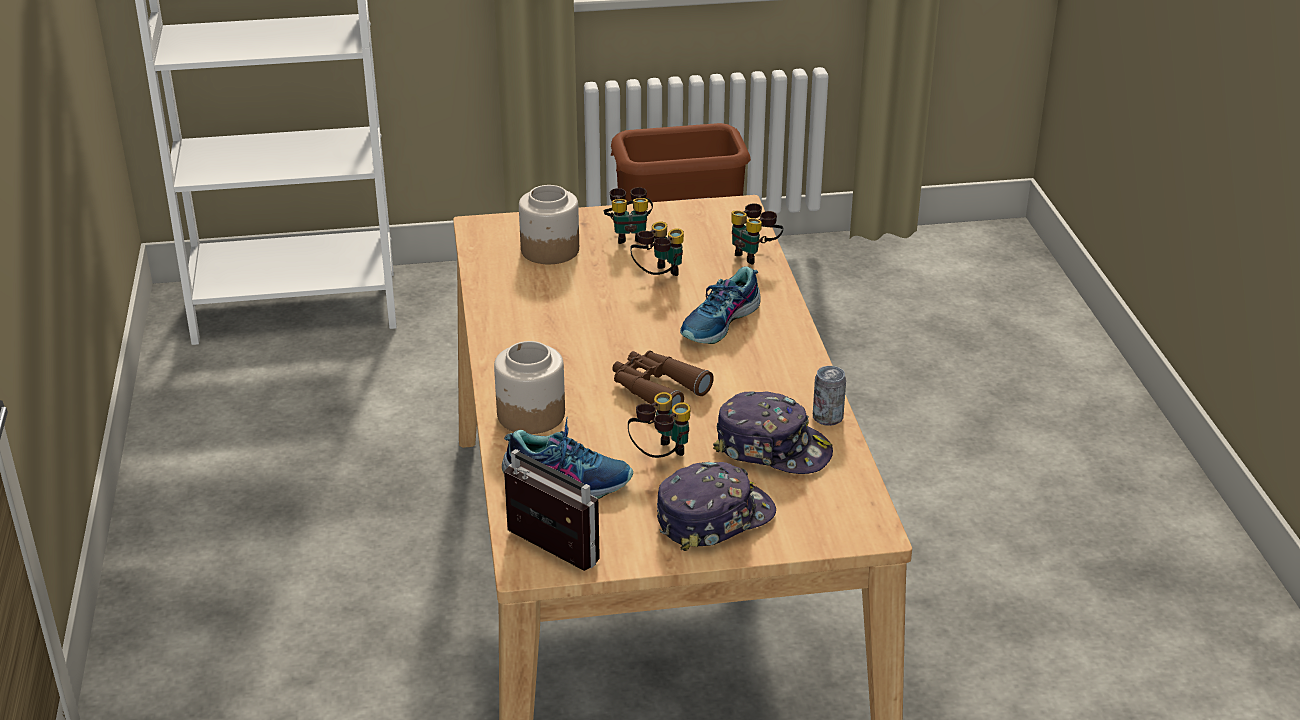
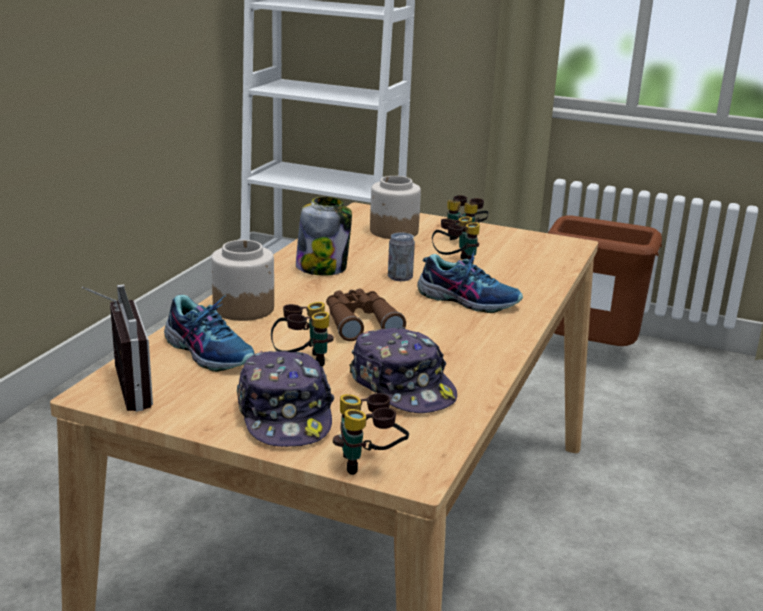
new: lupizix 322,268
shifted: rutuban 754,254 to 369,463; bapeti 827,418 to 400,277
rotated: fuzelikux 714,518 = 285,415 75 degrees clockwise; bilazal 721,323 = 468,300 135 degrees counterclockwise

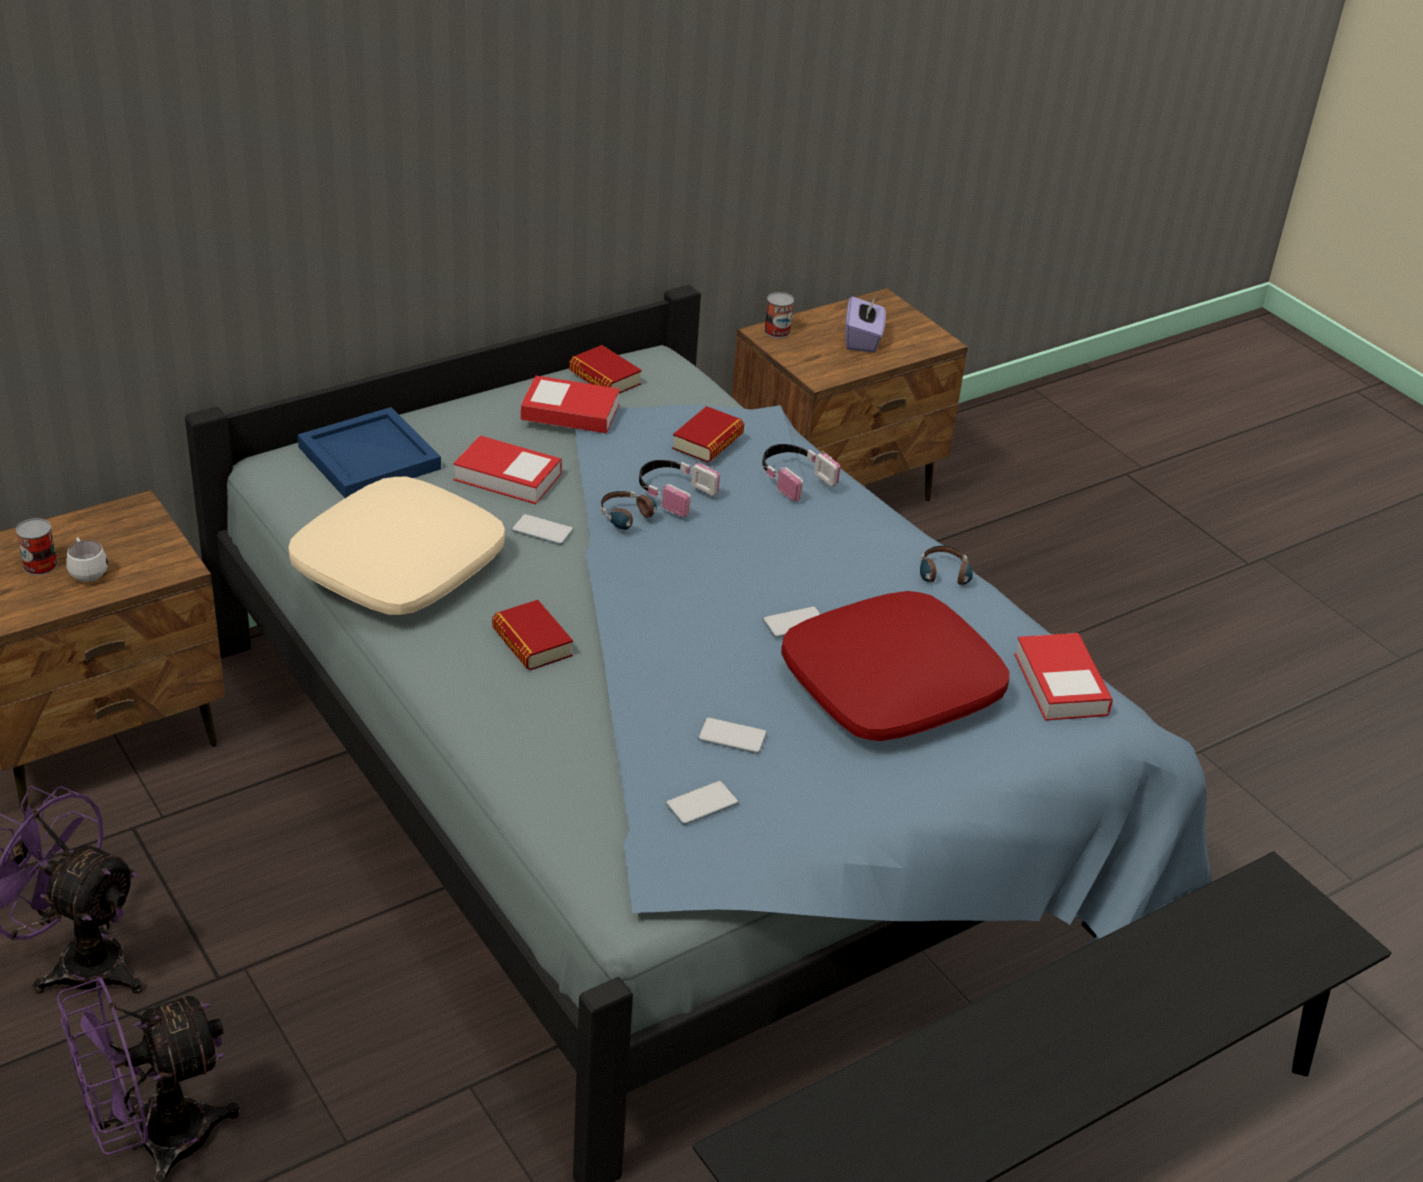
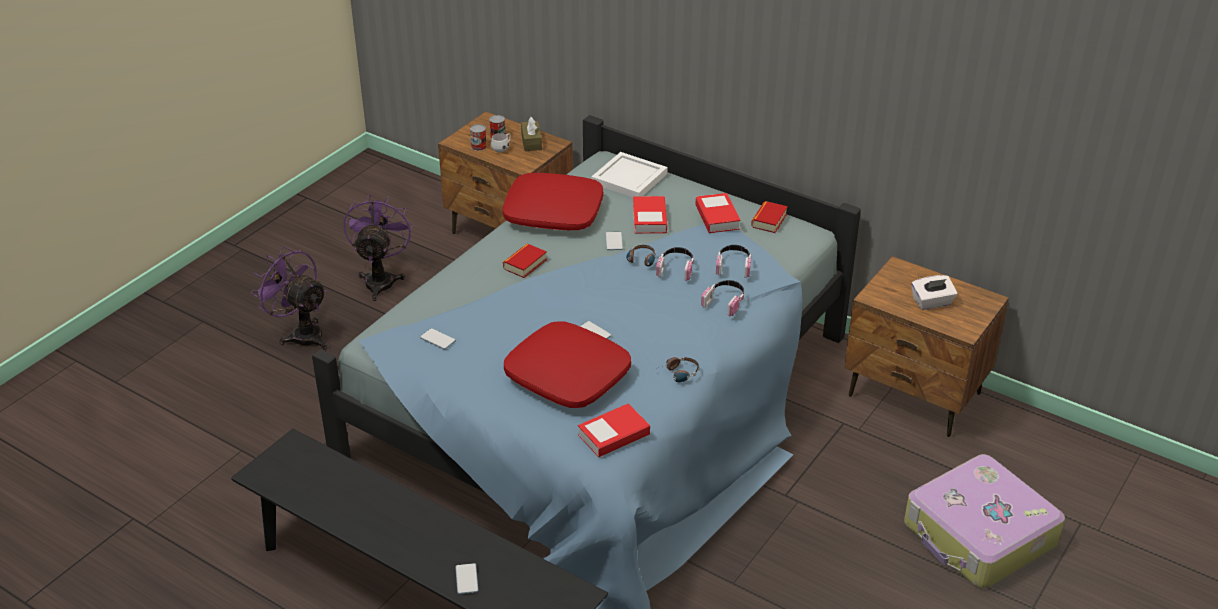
new: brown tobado 531,142; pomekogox 979,536
shifted: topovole 732,737 to 466,579; bapeti 777,331 to 479,146
swapped: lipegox 707,441 to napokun 733,265
repainted: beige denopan 398,565 to red denopan 554,212; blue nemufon 371,458 to white nemufon 629,179; purple tobado 862,340 to white tobado 932,302

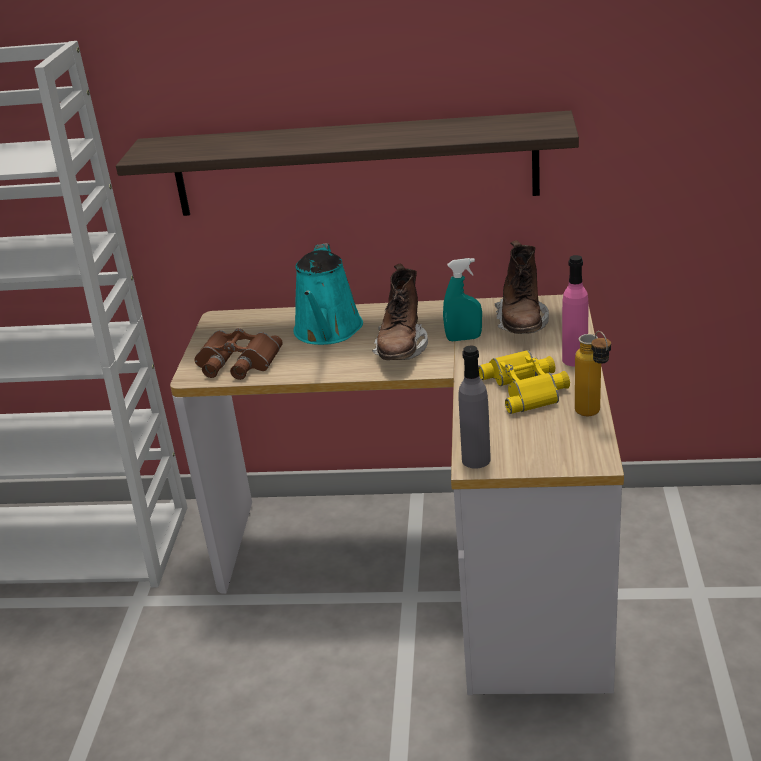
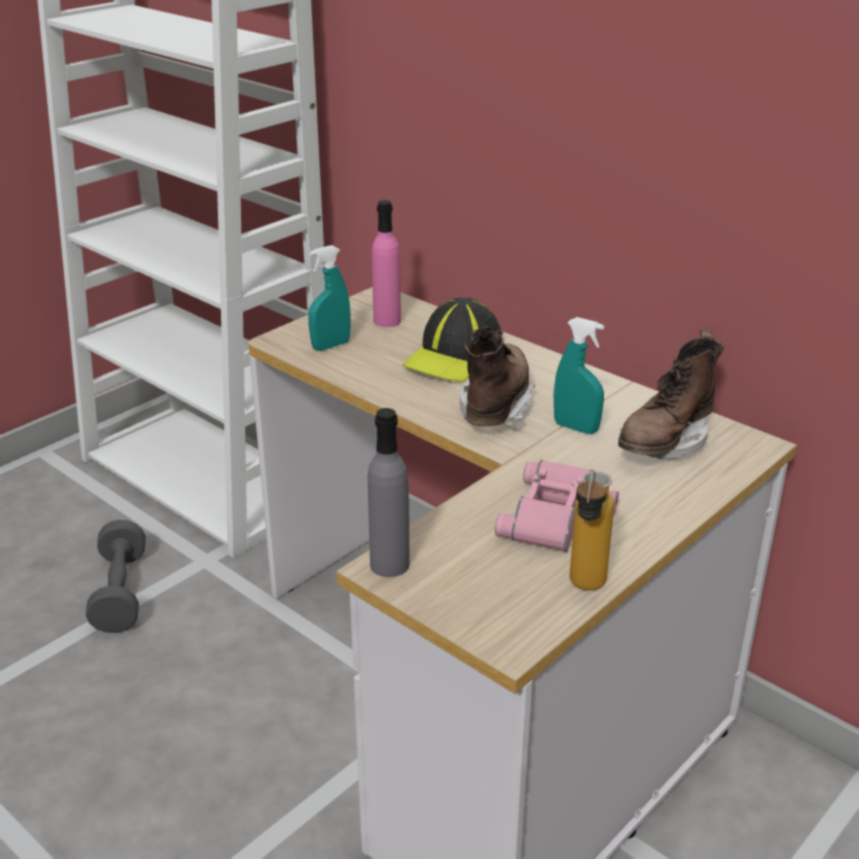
gone: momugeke 354,165
new: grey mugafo 120,593
shifted: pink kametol 574,360 to 387,321
swapped: brown rutuban 236,362 to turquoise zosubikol 330,346; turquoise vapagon 327,331 to fuzelikux 454,355
repainted: yellow rutuban 527,388 to pink rutuban 560,517
rotated: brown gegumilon 401,349 = 496,407 150 degrees clockwise

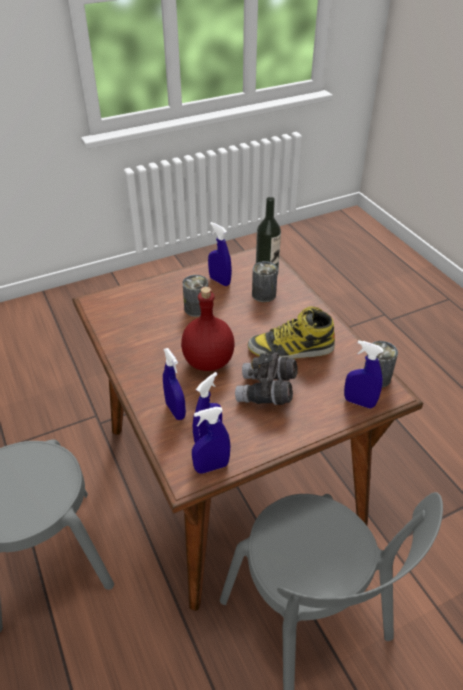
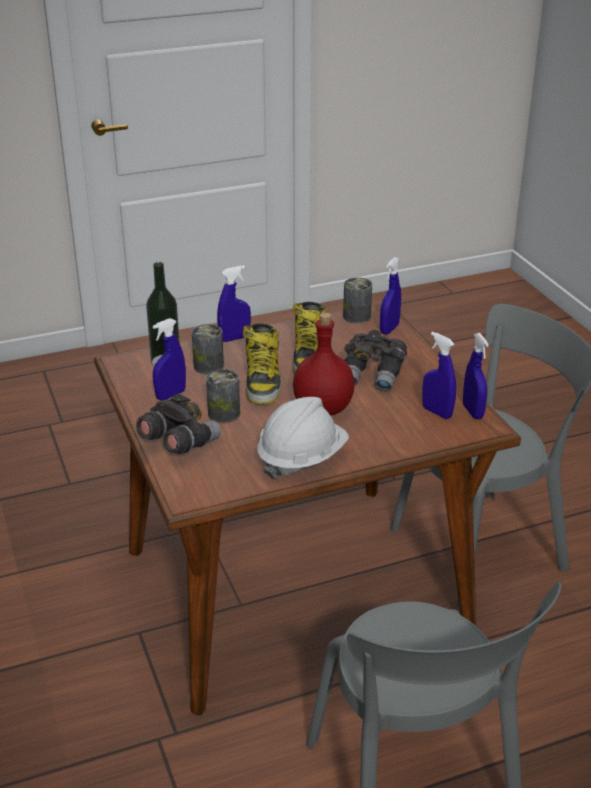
new: grey rutuban 179,443; gegumilon 262,381; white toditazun 301,458
shifted: blue zosubikol 175,410 to 234,338

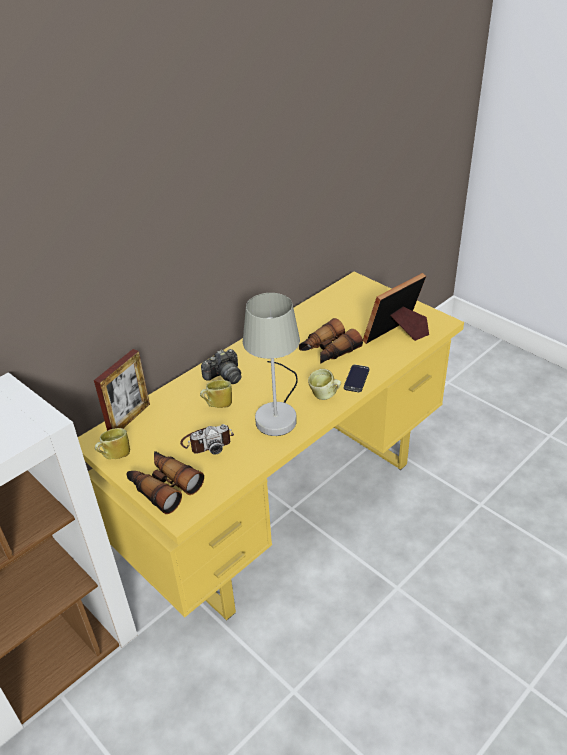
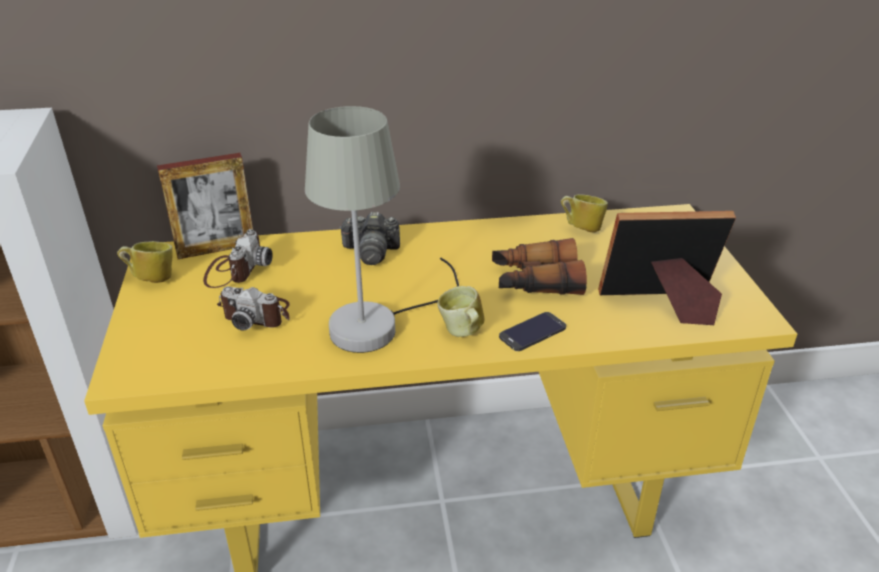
gone: rutuban 164,486
new: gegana 235,270
shifted: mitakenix 217,405 to 581,228

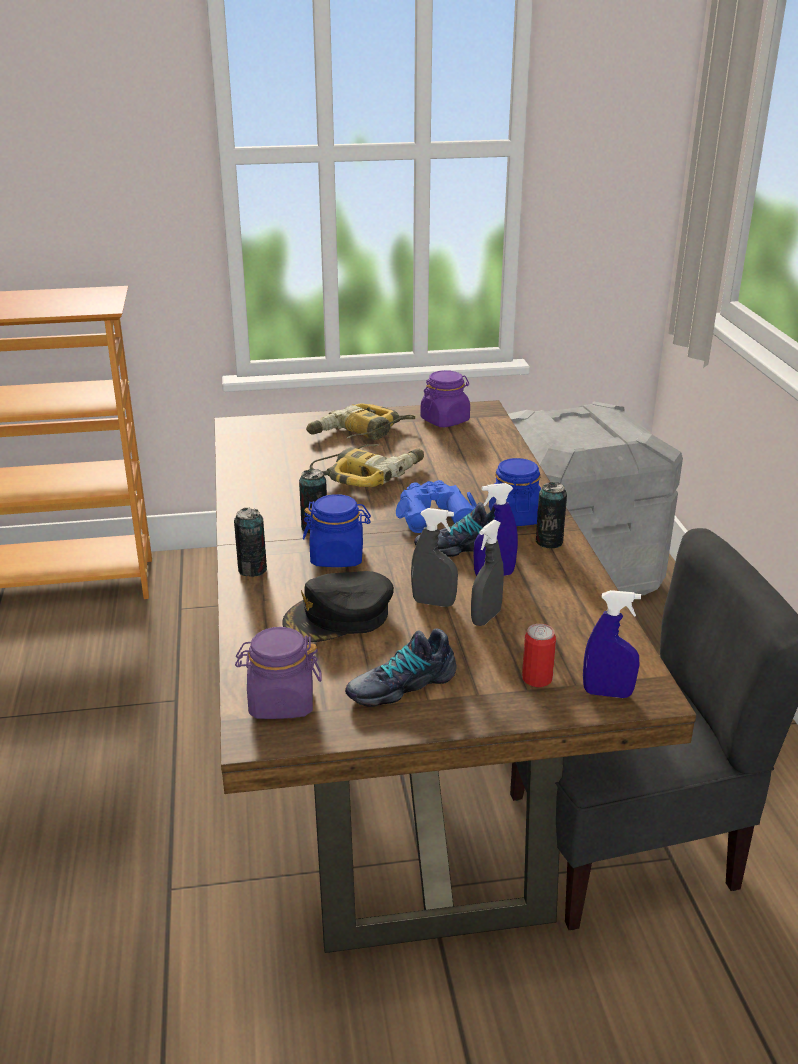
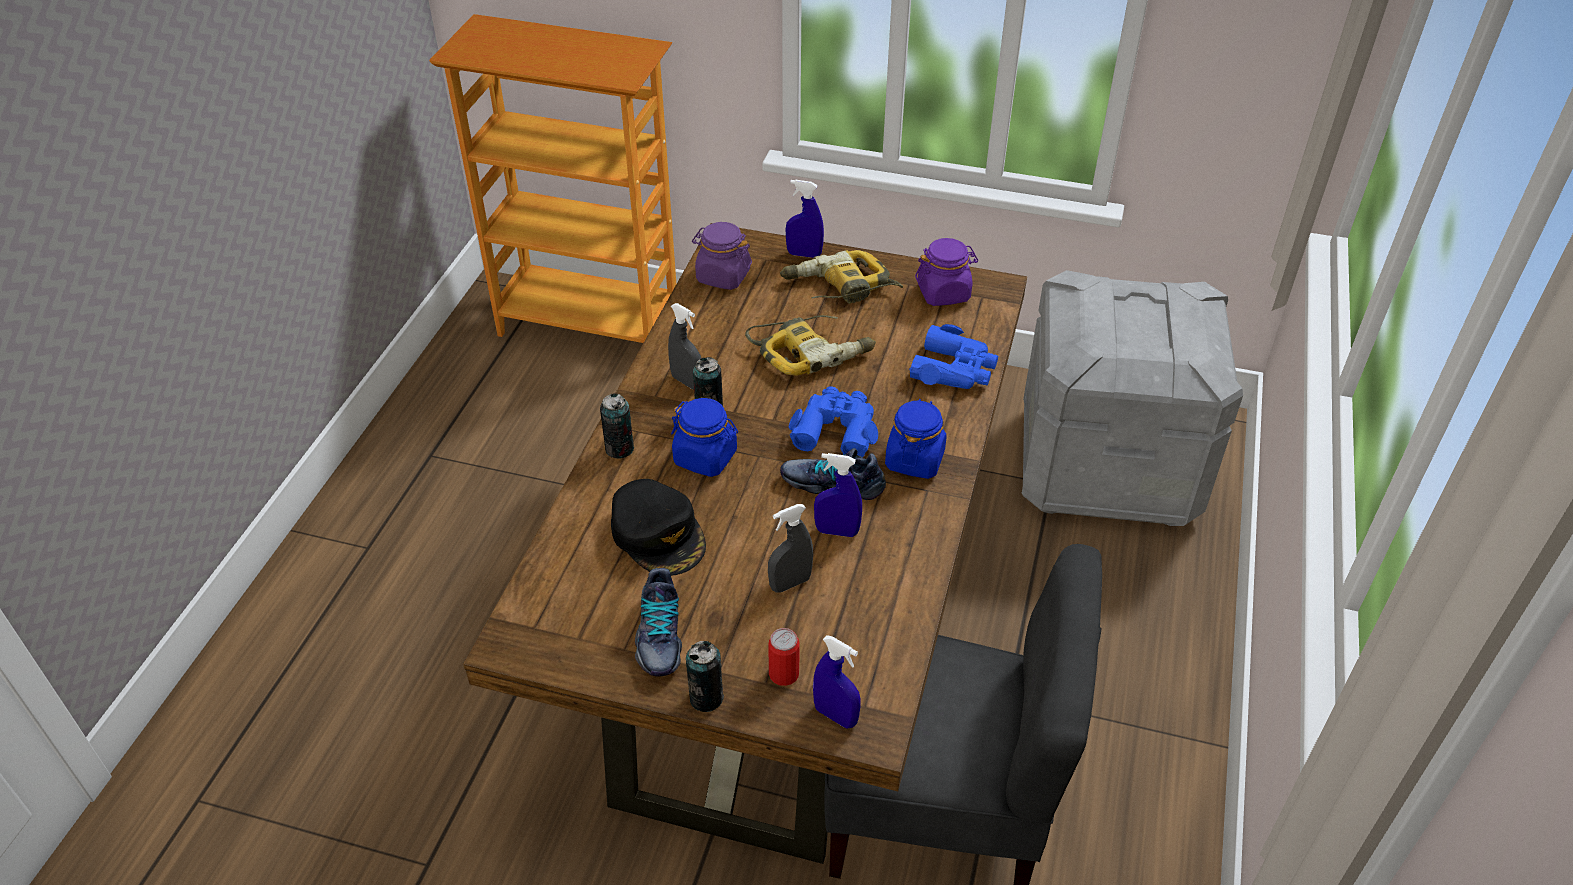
new: blue zosubikol 804,254; blue rutuban 954,369
shifted: purple lupizix 281,702 to 722,276; grey zosubikol 433,603 to 687,381; bapeti 549,542 to 706,698
rotated: black fuzelikux 339,616 = 659,534 120 degrees counterclockwise; bilazal 400,685 = 658,635 90 degrees counterclockwise

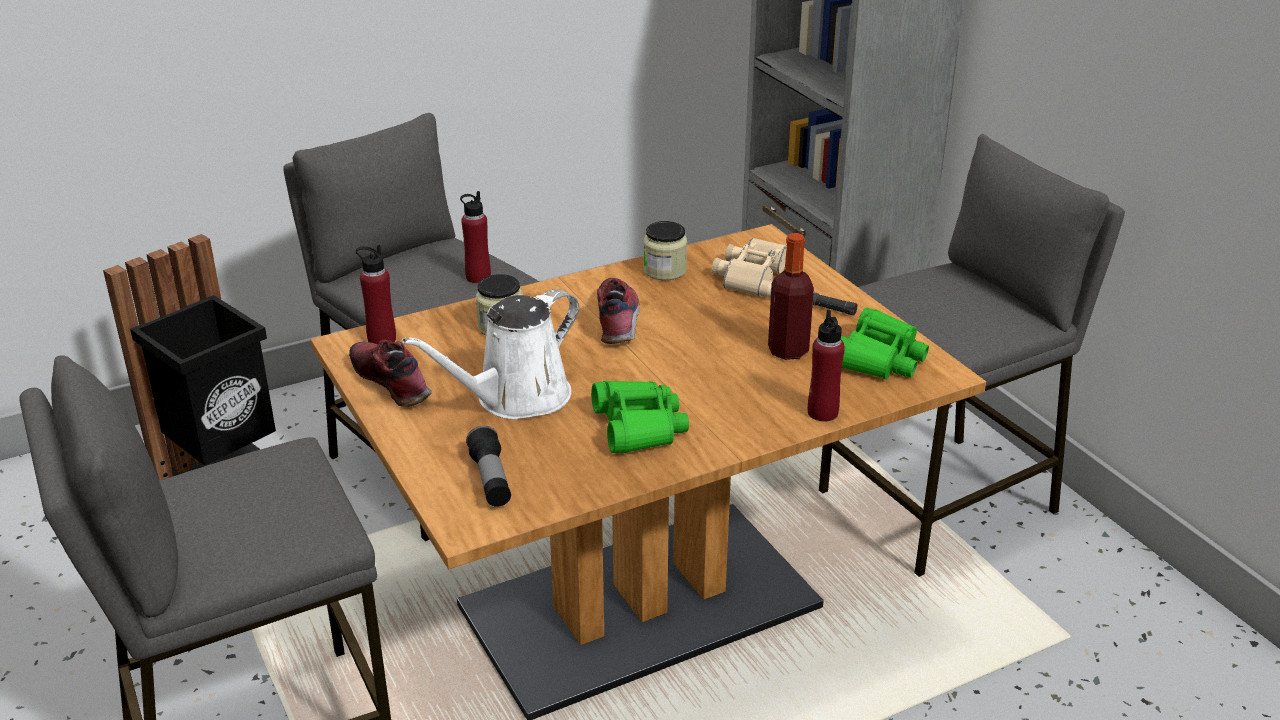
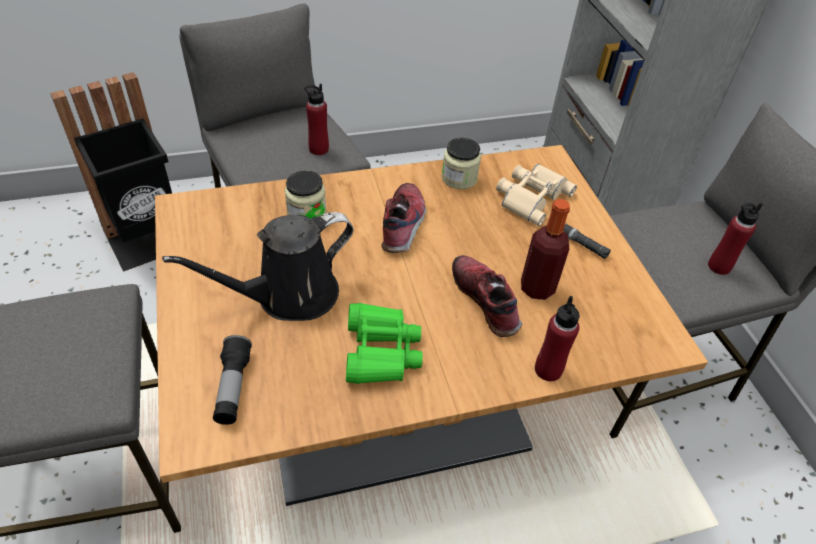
gone: green rutuban 880,358
shifted: bilazal 393,381 to 486,300; red kametol 381,339 to 719,266
repainted: white vapagon 515,399 to black vapagon 289,295

